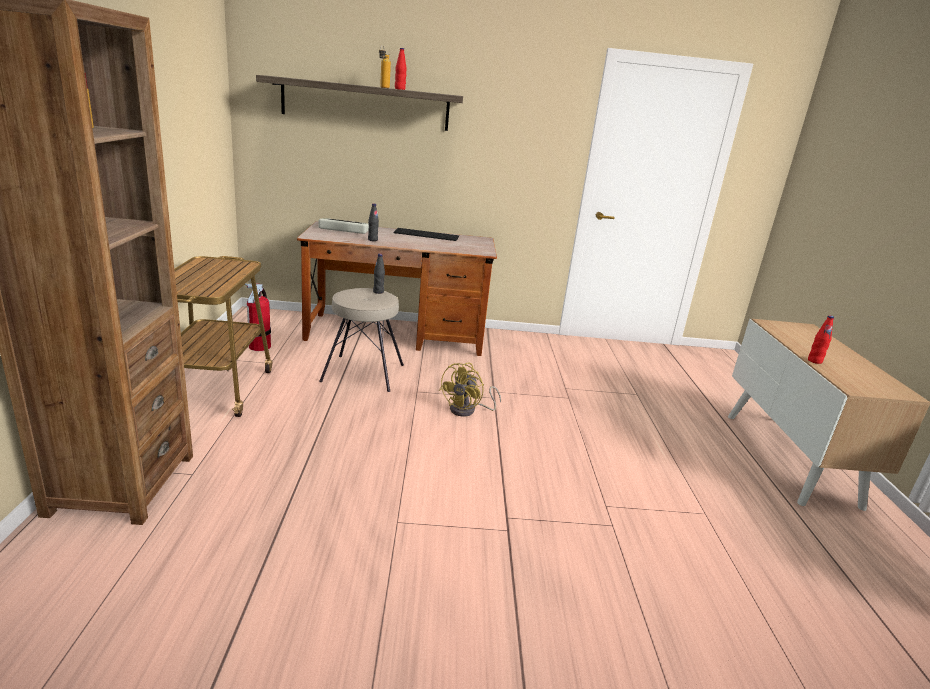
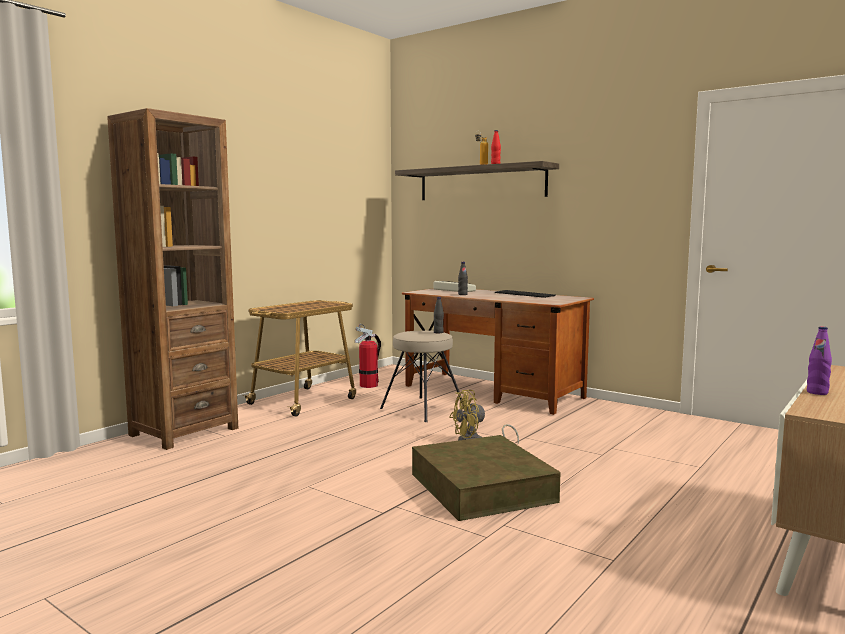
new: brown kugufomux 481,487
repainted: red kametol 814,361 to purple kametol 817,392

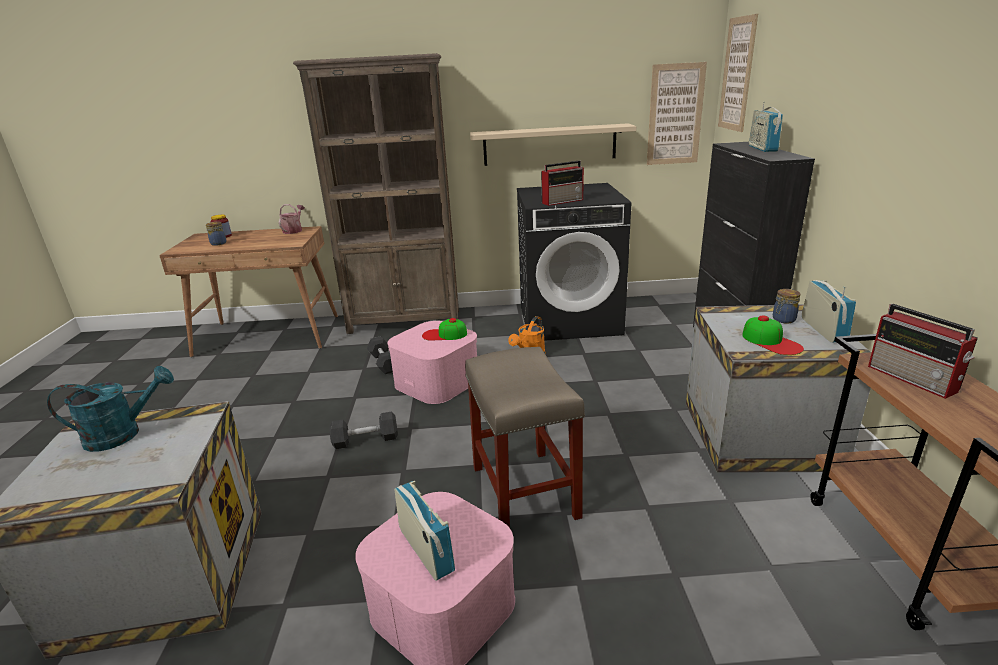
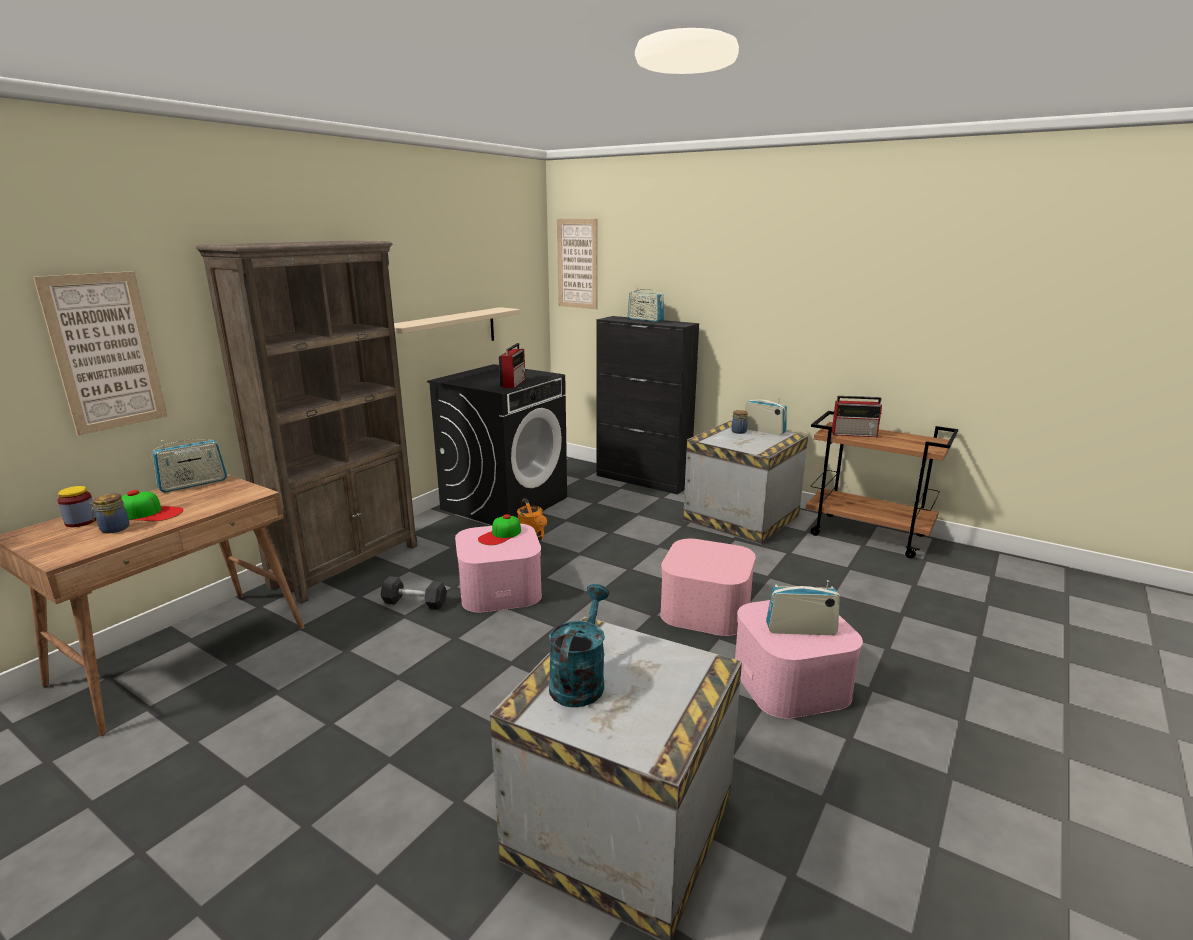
gone: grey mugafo 365,440
shifted: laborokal 675,115 to 105,352; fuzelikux 771,341 to 150,513
swapped: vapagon 294,230 to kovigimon 193,484; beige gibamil 523,490 to pink kugufomux 705,609

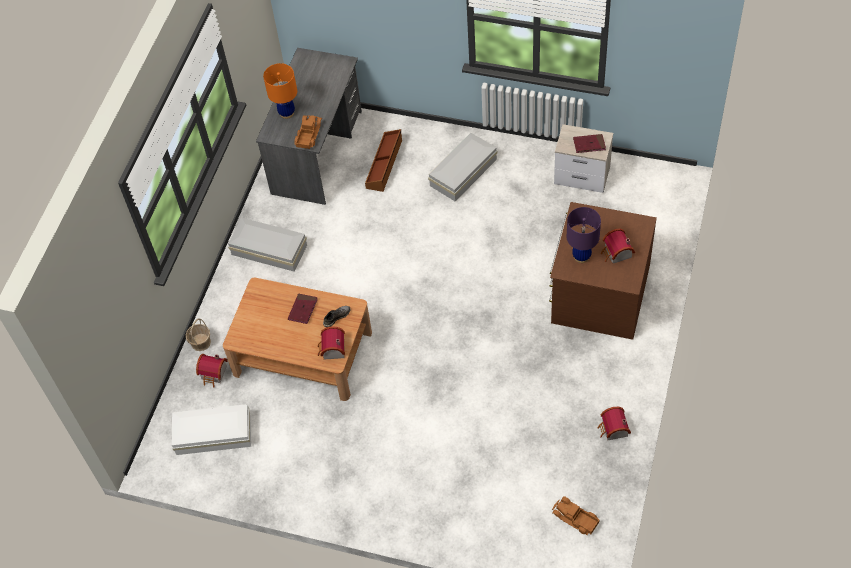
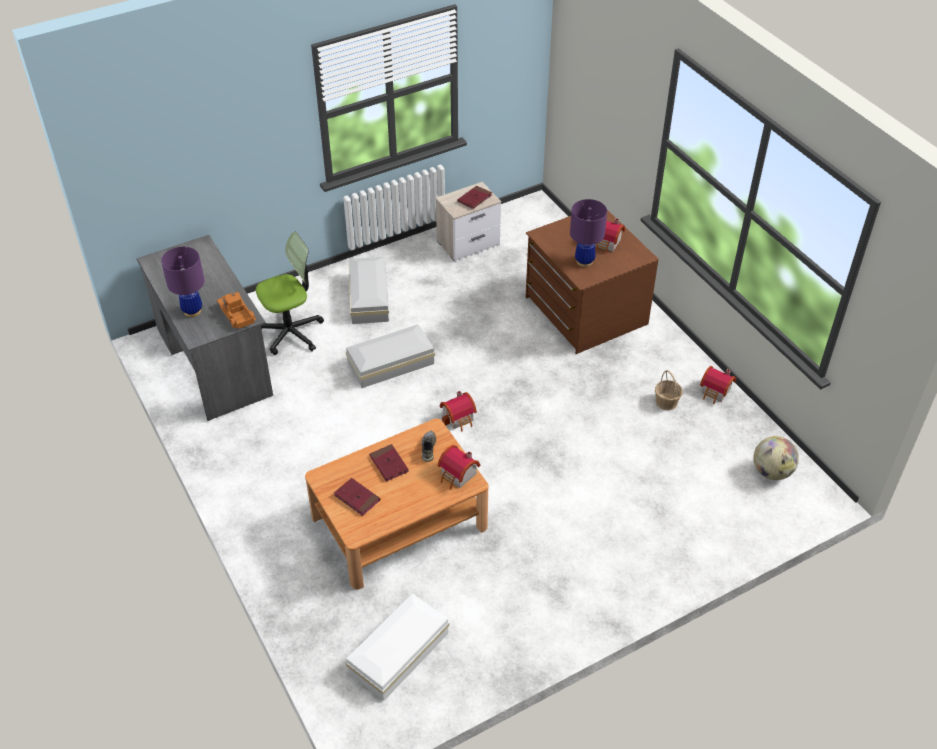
new: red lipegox 357,498
shifted: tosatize 200,342 to 666,402; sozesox 214,374 to 459,418; white kugufomux 268,249 to 389,363
swapped: brown kugufomux 385,164 to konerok 291,332; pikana 575,519 to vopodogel 772,472
repainted: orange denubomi 286,113 to purple denubomi 192,311

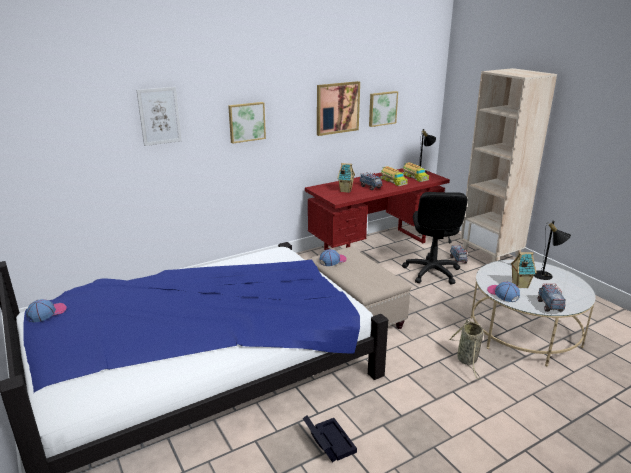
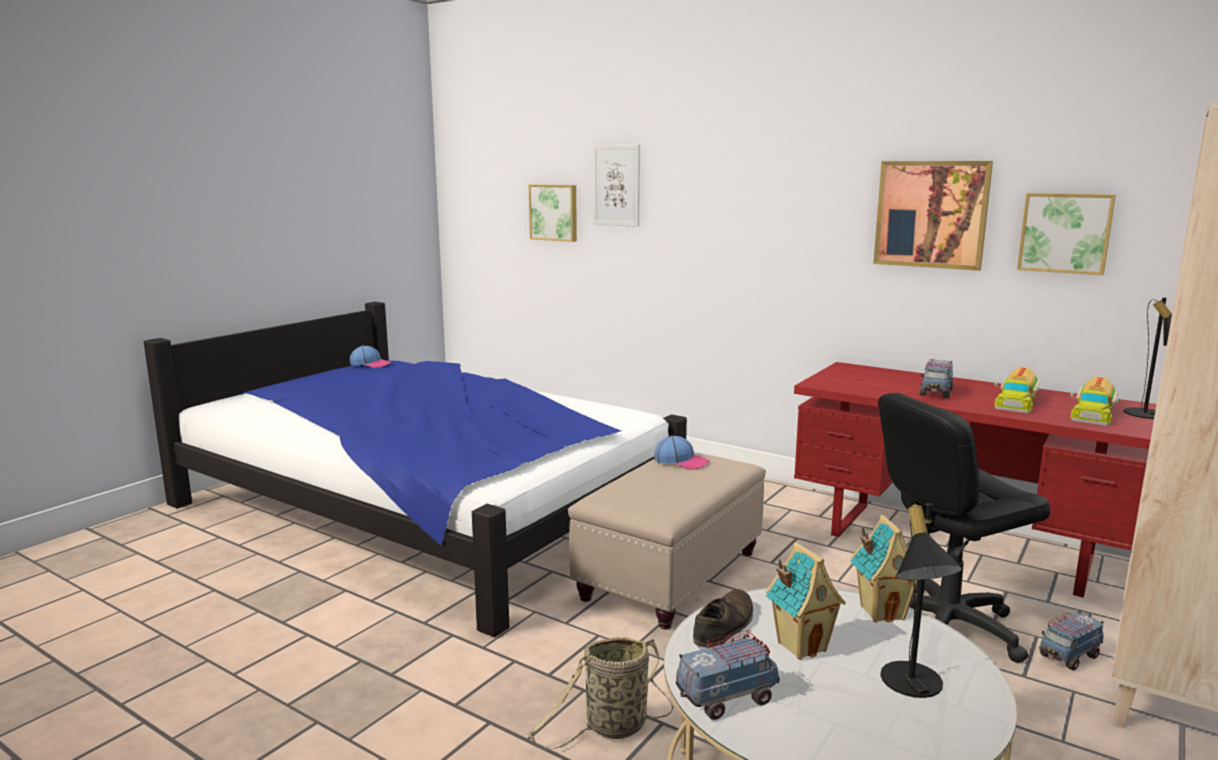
gone: black kugufomux 328,441
shifted: laborokal 246,122 to 554,212; sozesox 345,190 to 882,612
swapped: fuzelikux 502,294 to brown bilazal 723,626

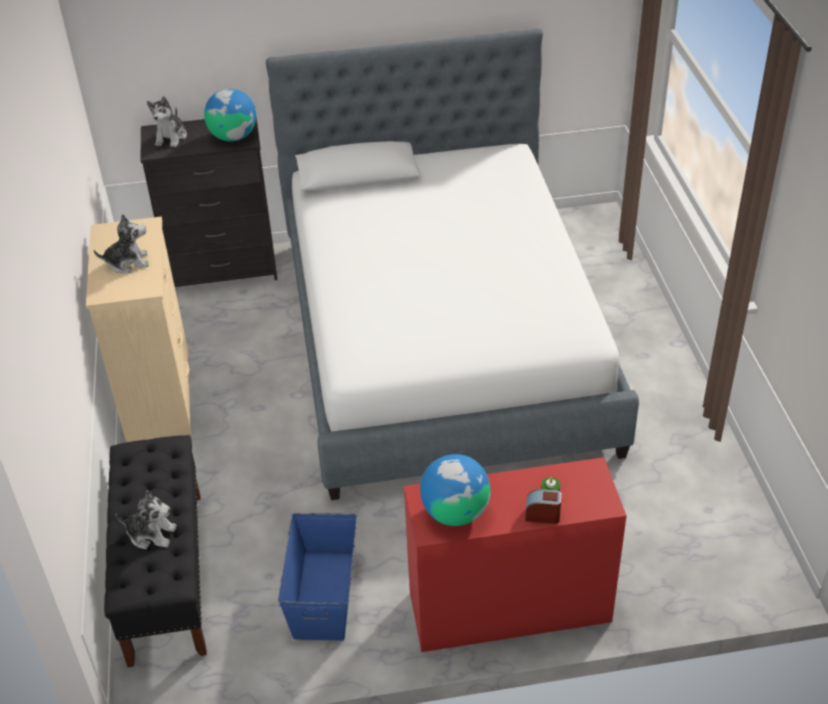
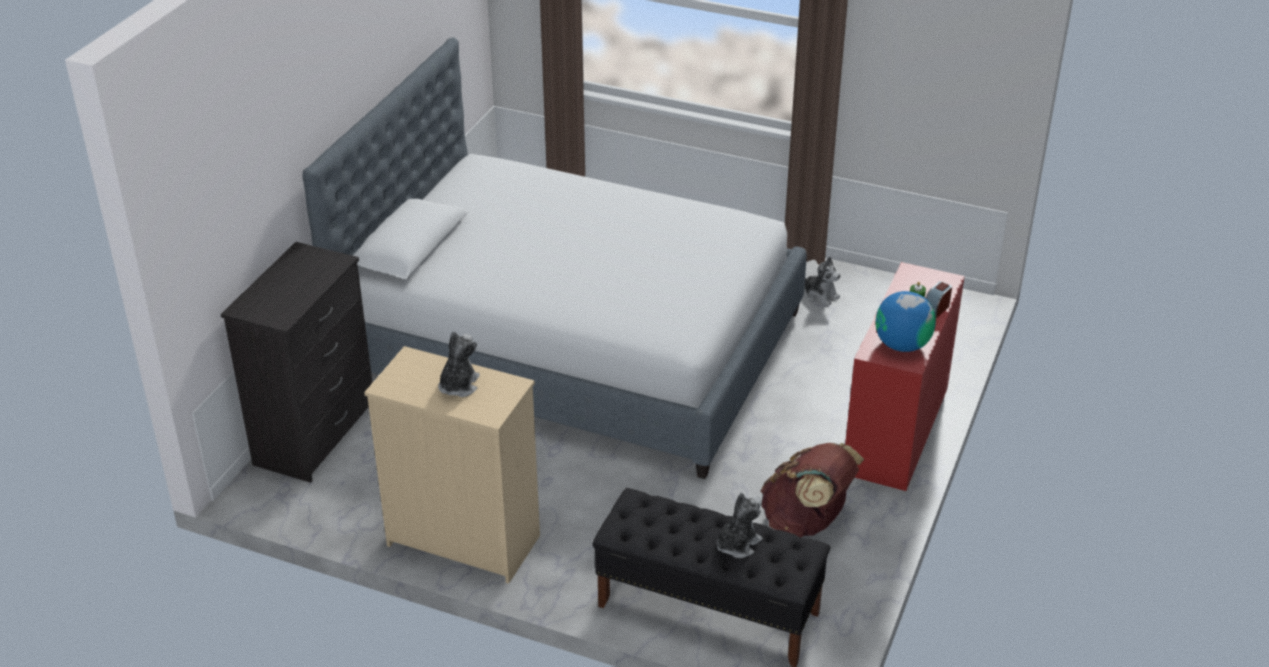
gone: vopodogel 233,137
shifted: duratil 171,137 to 820,295
swapped: blue kugufomux 323,594 to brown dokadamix 807,522

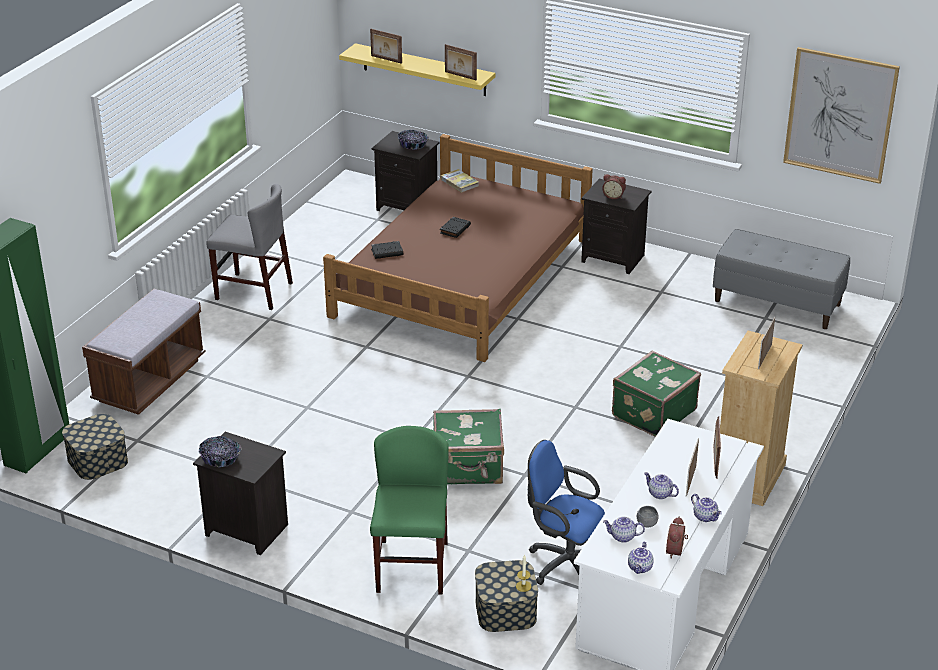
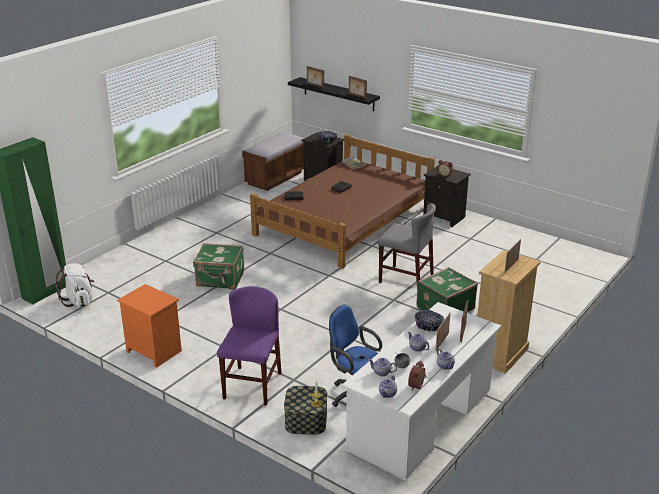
gone: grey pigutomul 778,302; laborokal 840,115
shifted: brown pigutomul 149,381 to 275,178; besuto 220,459 to 428,326; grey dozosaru 253,291 to 406,279; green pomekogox 468,468 to 220,279
swapped: kugufomux 97,460 to white dokadamix 79,301
repainted: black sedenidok 245,530 to orange sedenidok 152,351; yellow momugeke 424,70 to black momugeke 338,94; green dozosaru 412,567 to purple dozosaru 252,386

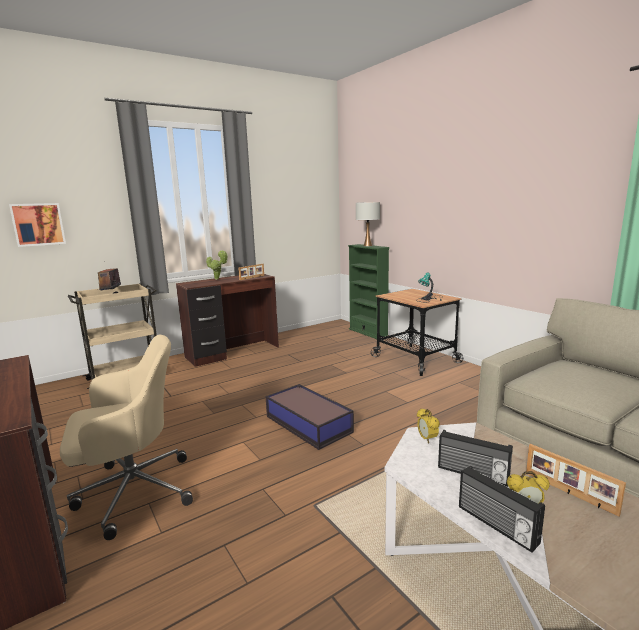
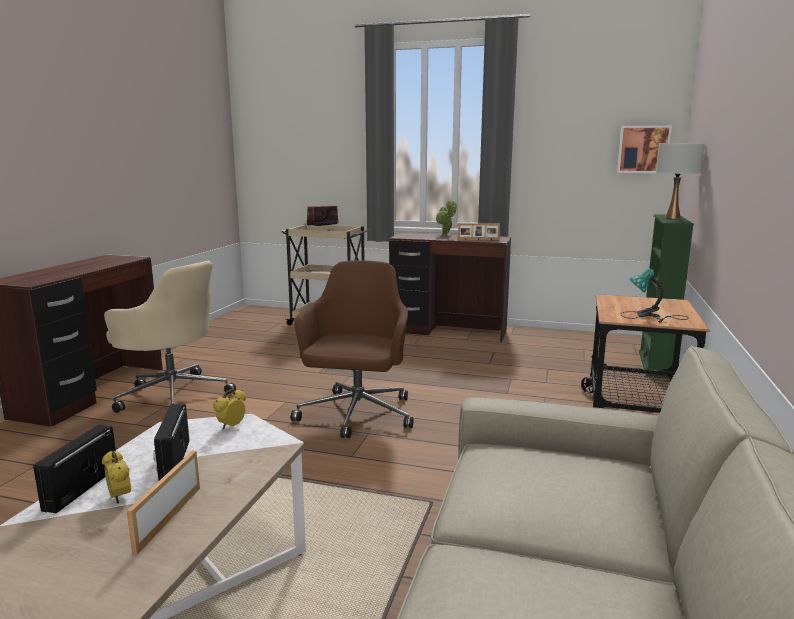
shifted: laborokal 38,224 to 643,149
swapped: kugufomux 308,423 to brown konerok 356,415

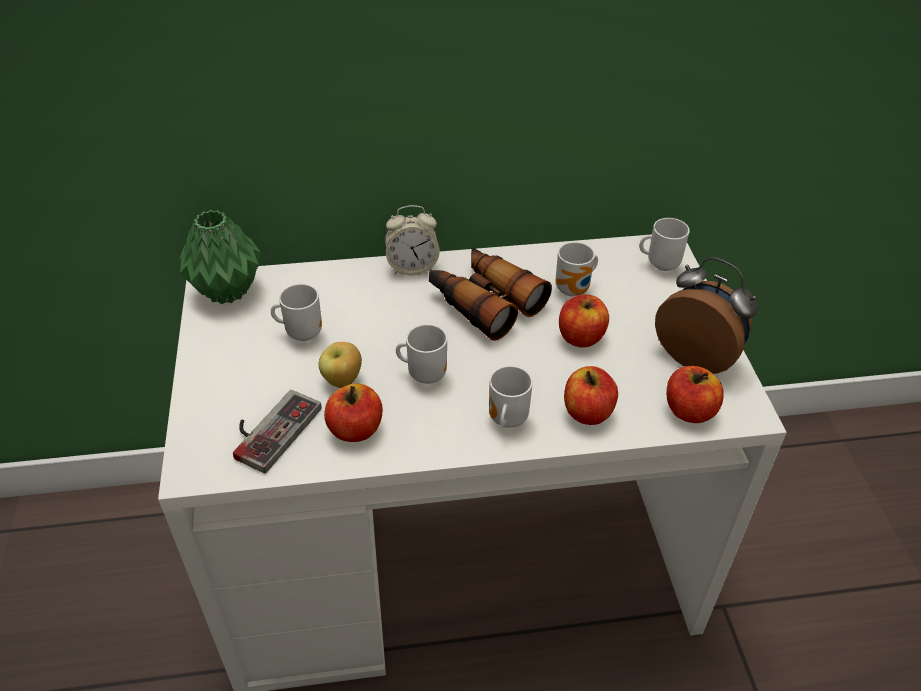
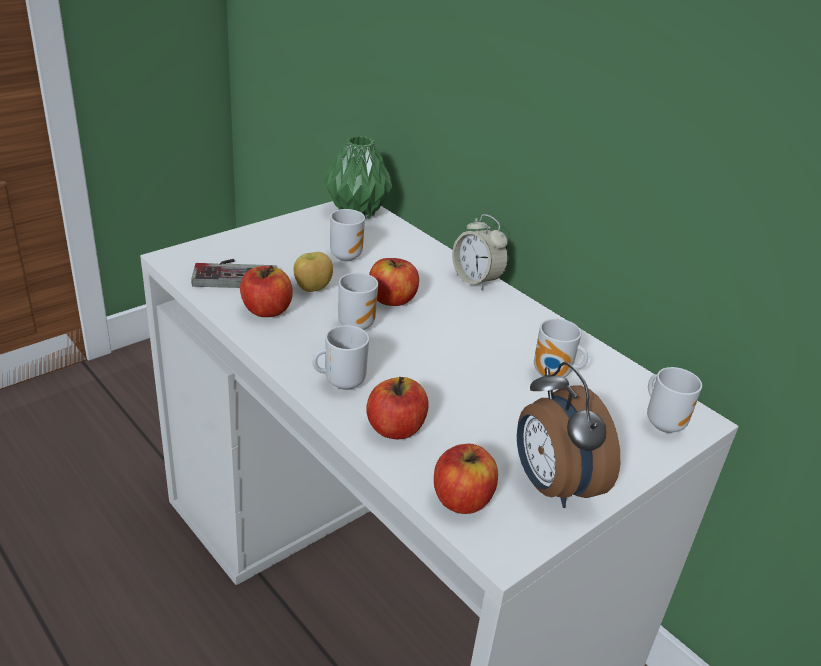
gone: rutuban 484,301
shifted: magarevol 580,337 to 392,299
rotated: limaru 698,355 = 551,486 150 degrees clockwise

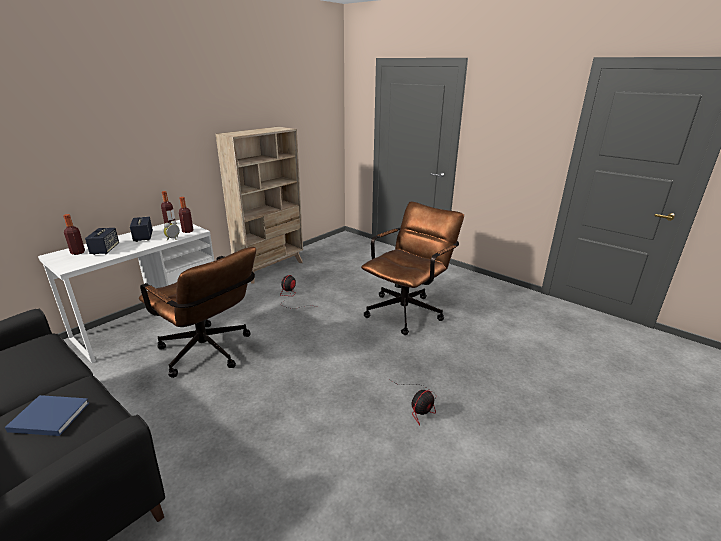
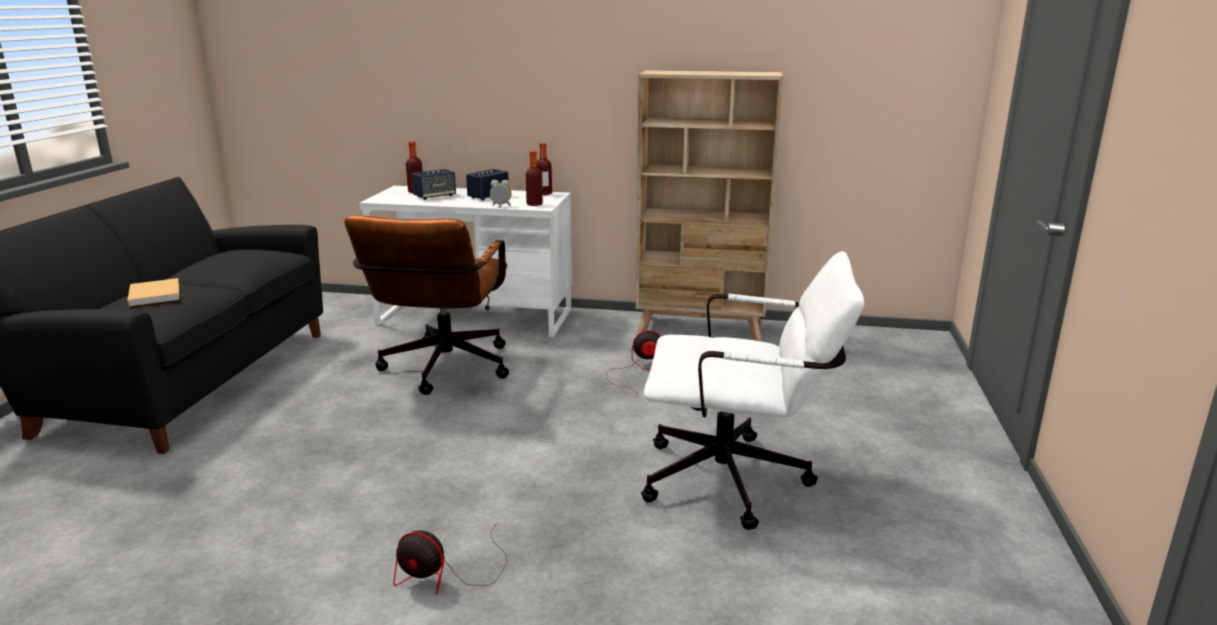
repainted: blue lipegox 48,417 to beige lipegox 155,294; brown konerok 408,310 to white konerok 740,481

